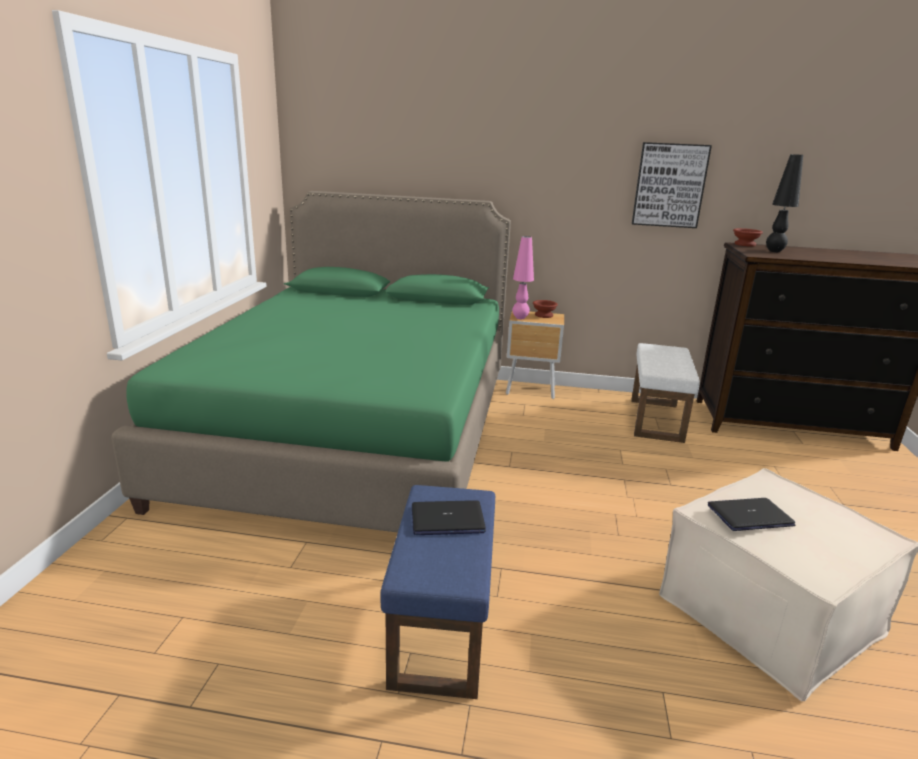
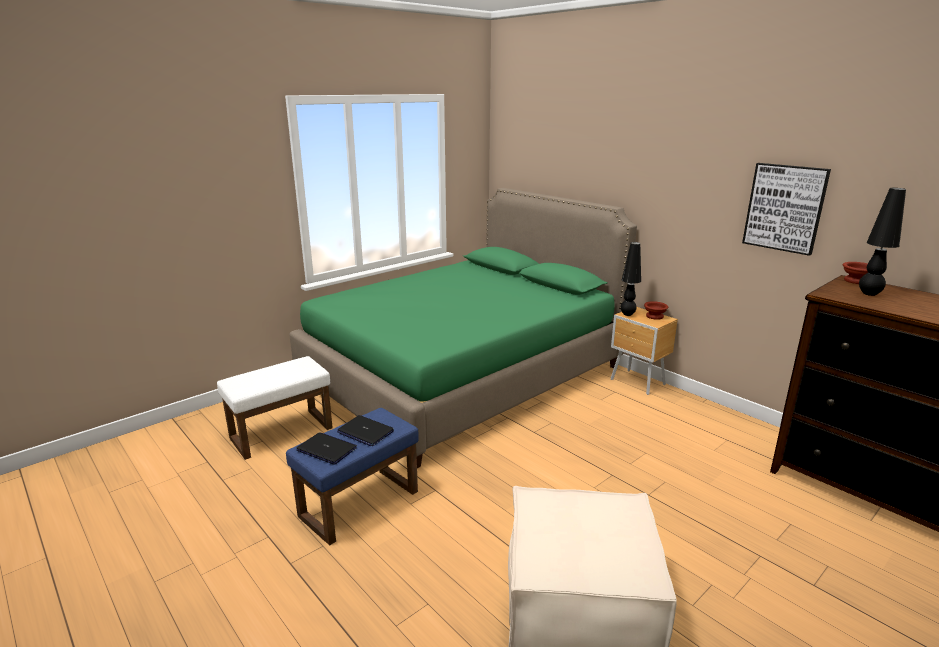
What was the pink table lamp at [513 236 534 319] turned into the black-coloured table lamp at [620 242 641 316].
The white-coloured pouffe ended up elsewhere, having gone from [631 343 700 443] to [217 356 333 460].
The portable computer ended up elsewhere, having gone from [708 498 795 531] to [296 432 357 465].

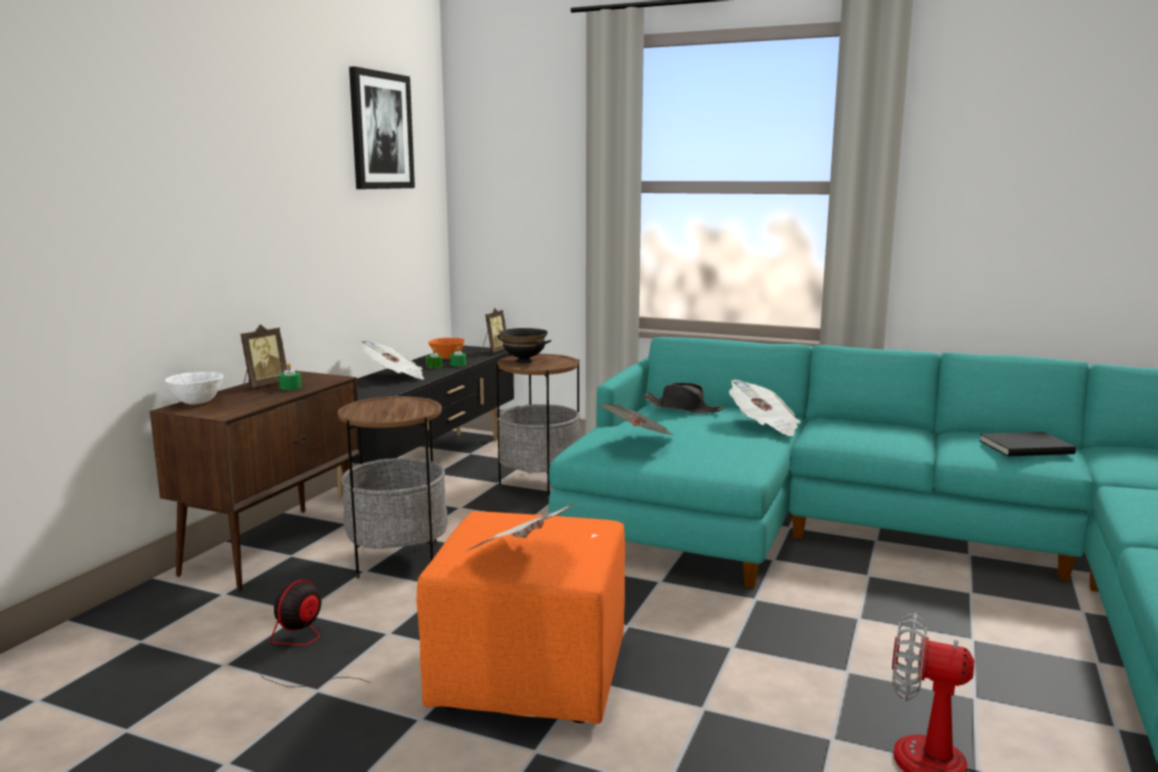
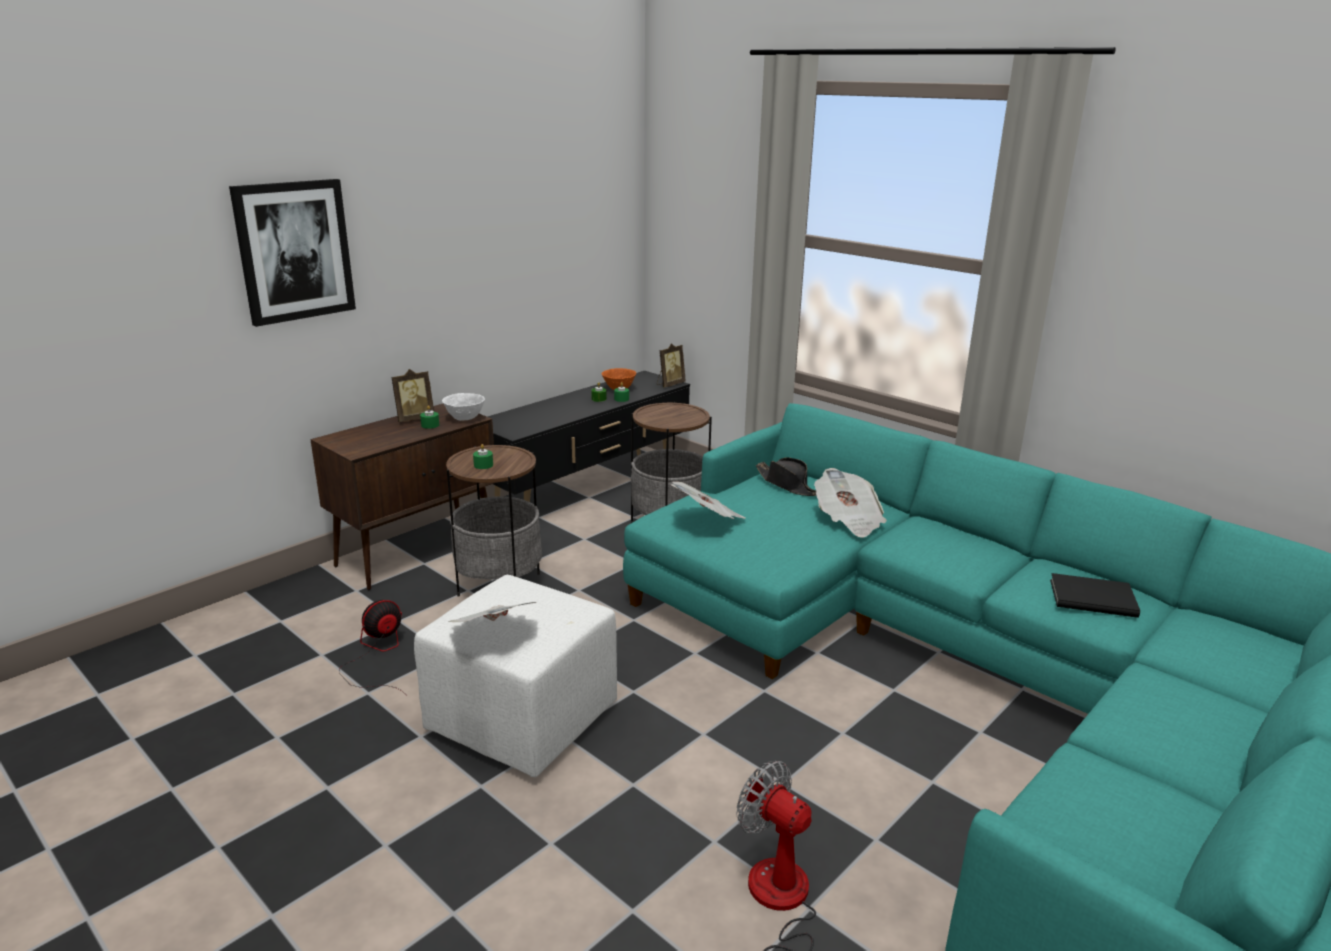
The white-coloured serving bowl ended up elsewhere, having gone from [165 372 224 405] to [442 393 485 421].
The wall picture ended up elsewhere, having gone from [349 66 415 189] to [229 179 356 327].
The second view lost the printed paper at [360 340 424 379].
What was the orange-coloured pouffe at [416 511 625 724] turned into the white-coloured pouffe at [414 575 617 777].
The second view lost the black-coloured serving bowl at [497 328 551 363].
The second view gained the green wax candle at [473 444 493 469].

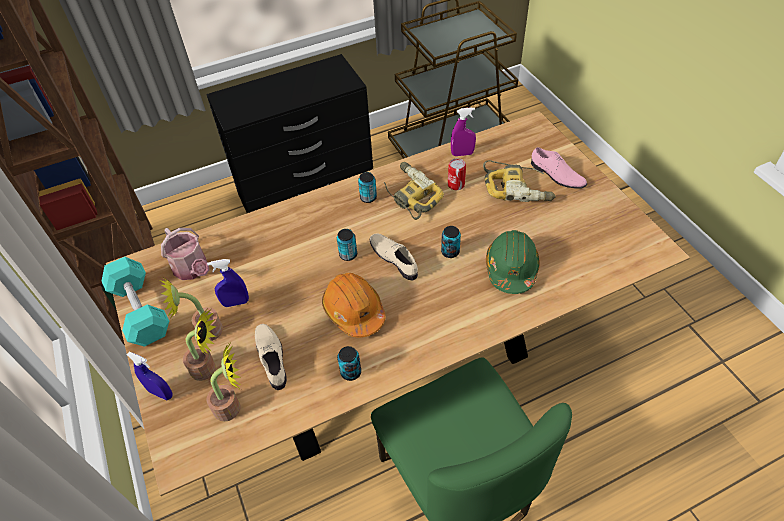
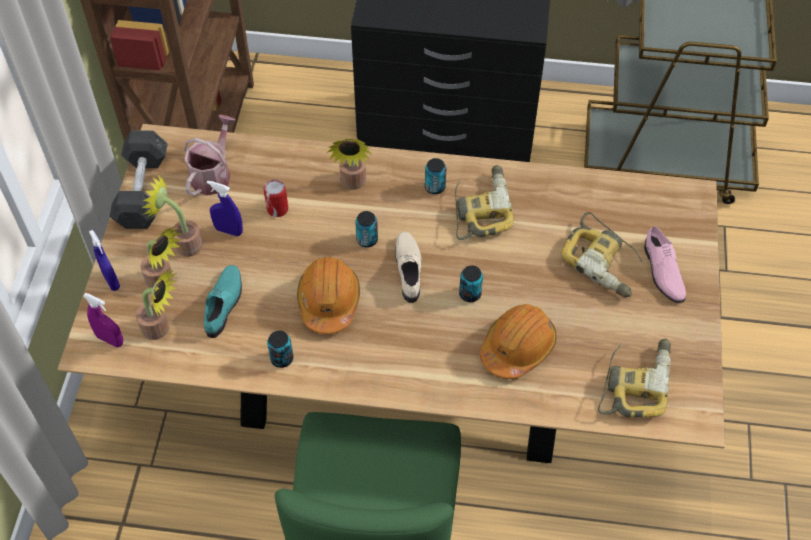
What was the turquoise-coloured dumbbell at [102 257 169 347] turned into the grey dumbbell at [109 130 168 229].
The watering can at [161 228 209 280] ended up facing another way, 150 degrees counterclockwise from before.
What was the beige-coloured low shoe at [255 324 287 390] turned into the turquoise-coloured low shoe at [204 265 242 338].
The sealed can ended up elsewhere, having gone from [448 158 466 190] to [264 179 288 217].
The purplish hand sprayer ended up elsewhere, having gone from [451 107 476 156] to [83 293 123 347].
What was the green safety helmet at [486 230 540 294] turned into the orange-coloured safety helmet at [480 304 557 379].
The second view gained the potted plant at [327 139 371 190].
The second view gained the electric drill at [598 338 671 418].

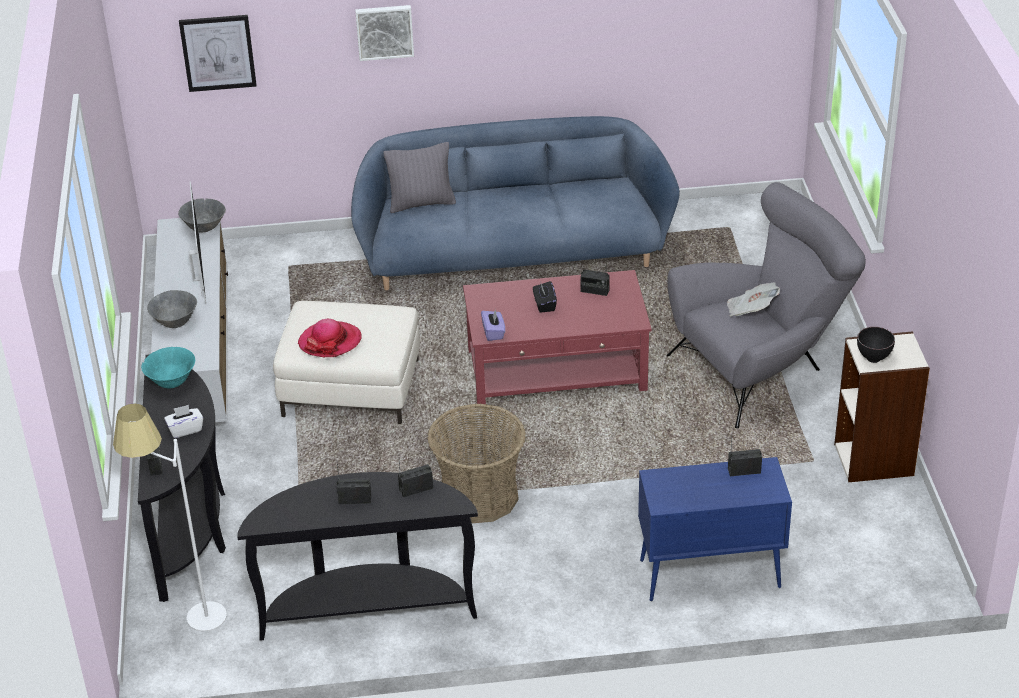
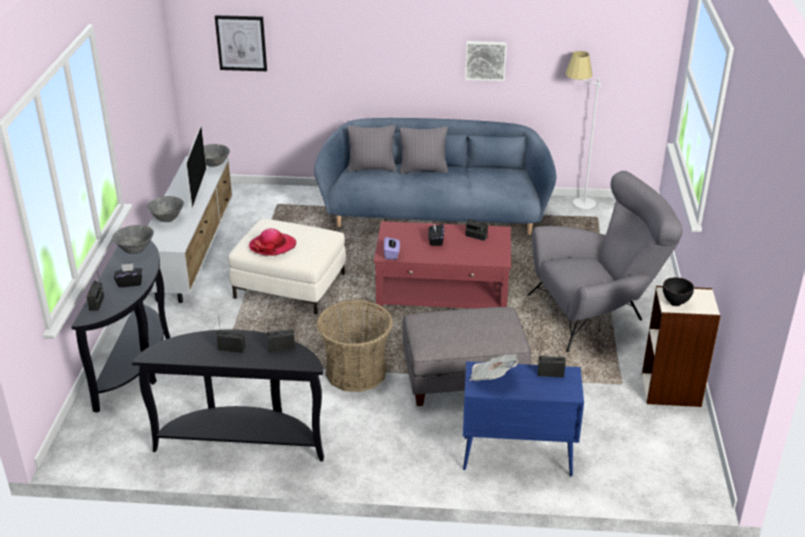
The white-coloured standard lamp ended up elsewhere, having gone from [113 403 227 631] to [565 51 601 209].
What was the turquoise-coloured serving bowl at [141 347 195 389] turned into the grey serving bowl at [112 225 154 254].
What was the white-coloured box of tissues at [164 405 203 438] turned into the black-coloured box of tissues at [114 264 142 288].
The wall picture ended up elsewhere, having gone from [355 5 414 61] to [465 41 506 81].
The printed paper ended up elsewhere, having gone from [727 282 780 317] to [469 354 518 381].
The second view gained the grey throw pillow at [399 126 448 174].
The second view gained the grey pouffe at [402 307 531 406].

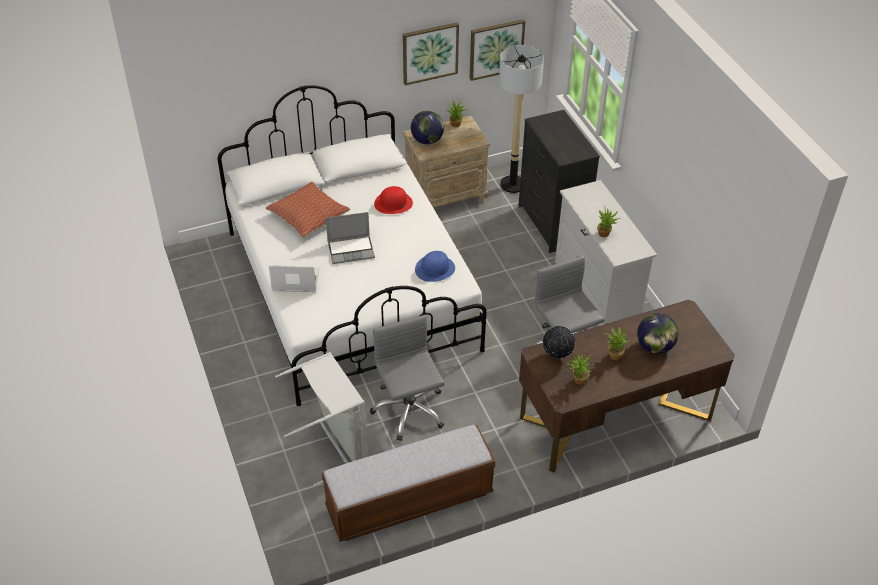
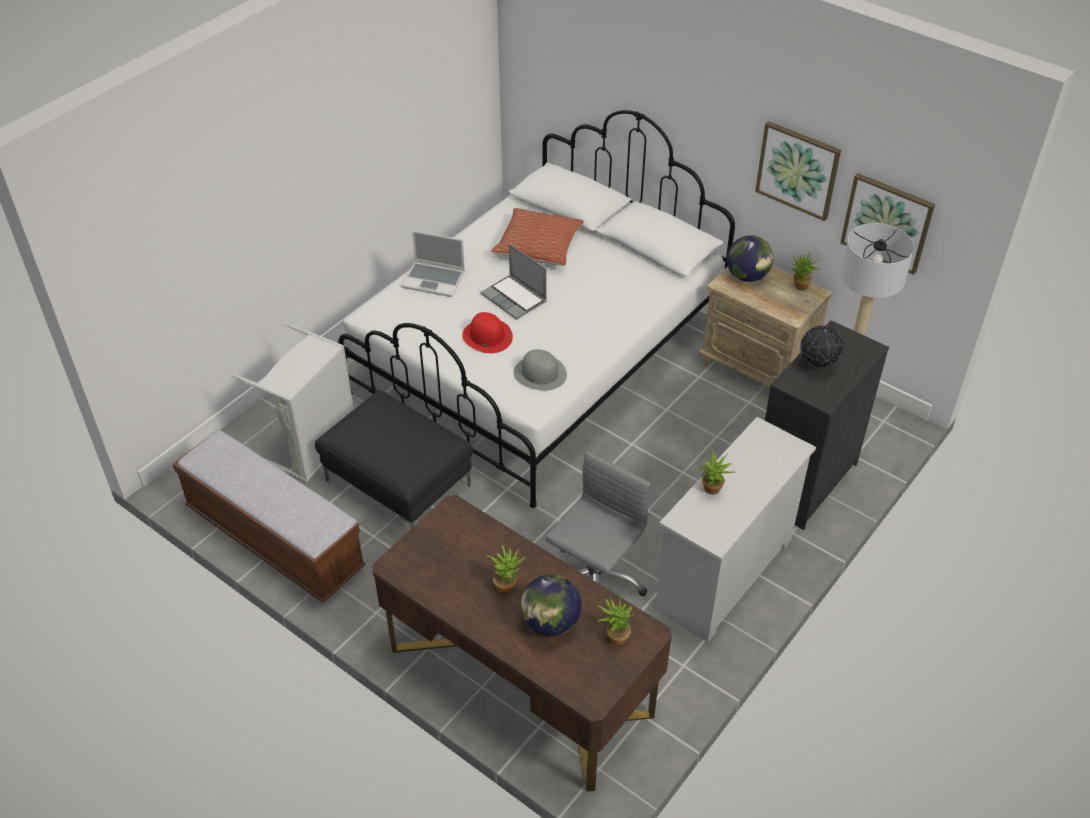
The portable computer at [269 265 319 292] ended up facing another way, 135 degrees clockwise from before.
Where the grey computer chair stood at [370 315 445 441], the black-coloured pouffe came to stand at [315 390 473 528].
The red hat ended up elsewhere, having gone from [374 186 413 214] to [462 312 513 353].
What was the bluish hat at [415 251 455 282] turned into the grey hat at [513 349 567 391].
The globe ended up elsewhere, having gone from [543 326 575 358] to [800 326 843 368].
The potted plant ended up elsewhere, having gone from [567 353 595 385] to [597 595 633 645].

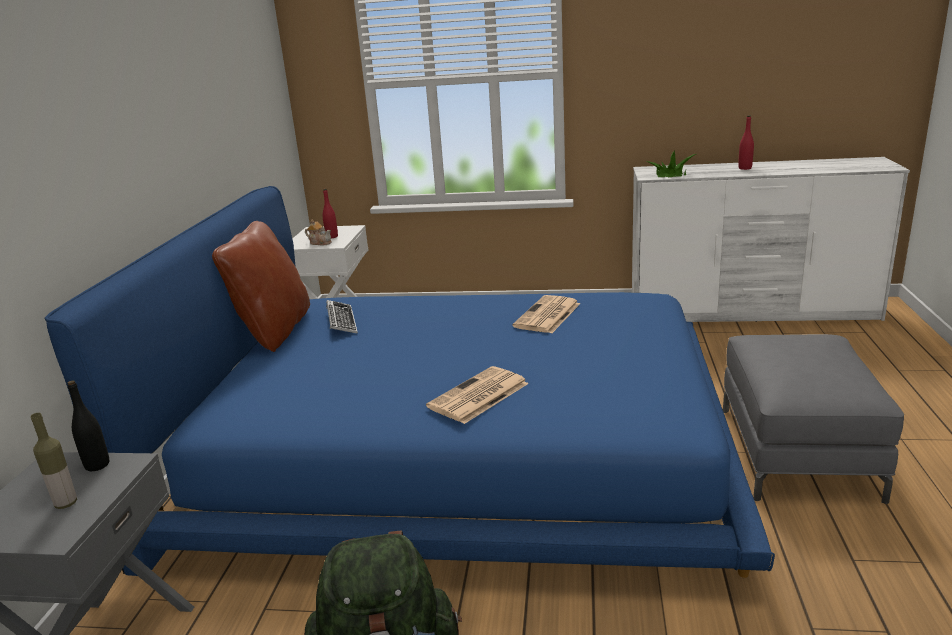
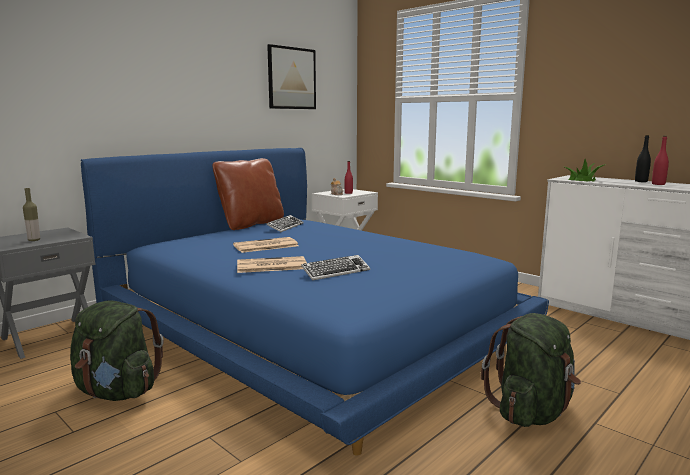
The black-coloured bottle ended up elsewhere, having gone from [68 380 109 471] to [635 135 651 182].
The printed paper ended up elsewhere, having gone from [512 295 580 333] to [233 237 298 253].
Where the grey pouffe stood at [723 334 904 504], the green rucksack came to stand at [481 313 581 427].
The second view gained the wall picture at [267 44 316 109].
The second view gained the keyboard at [301 255 370 281].

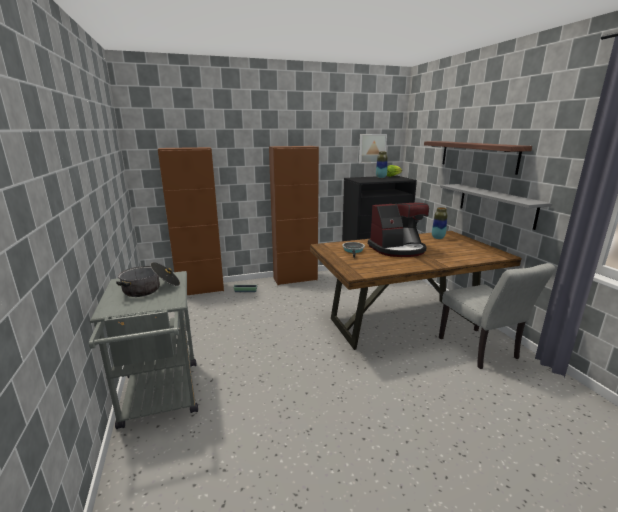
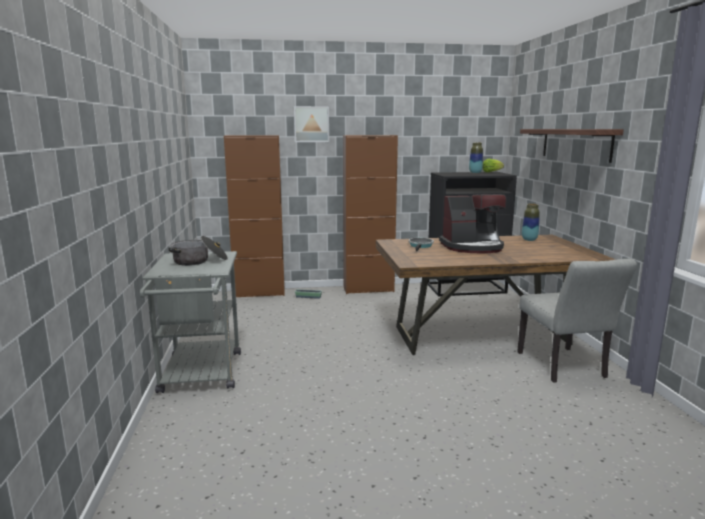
The wall picture ended up elsewhere, having gone from [359 134 387 164] to [294 106 329 142].
The second view lost the grey wall shelf at [440 184 552 230].

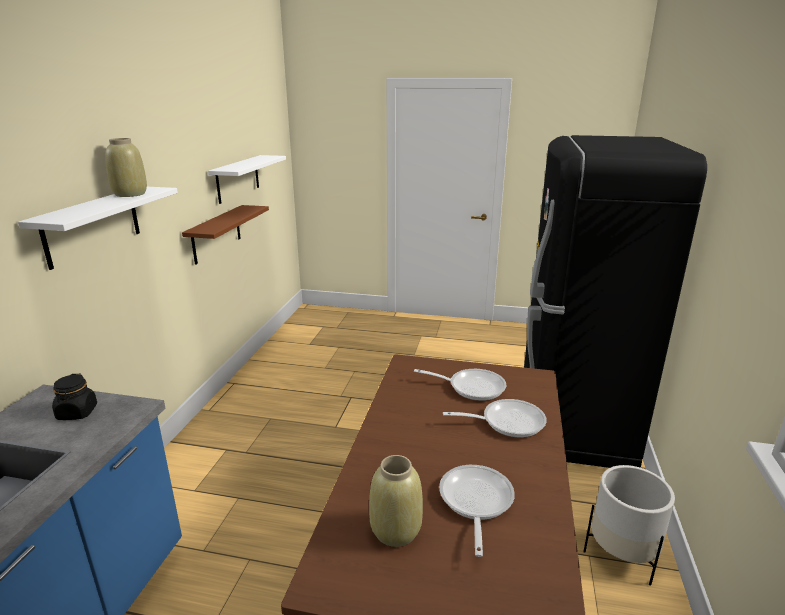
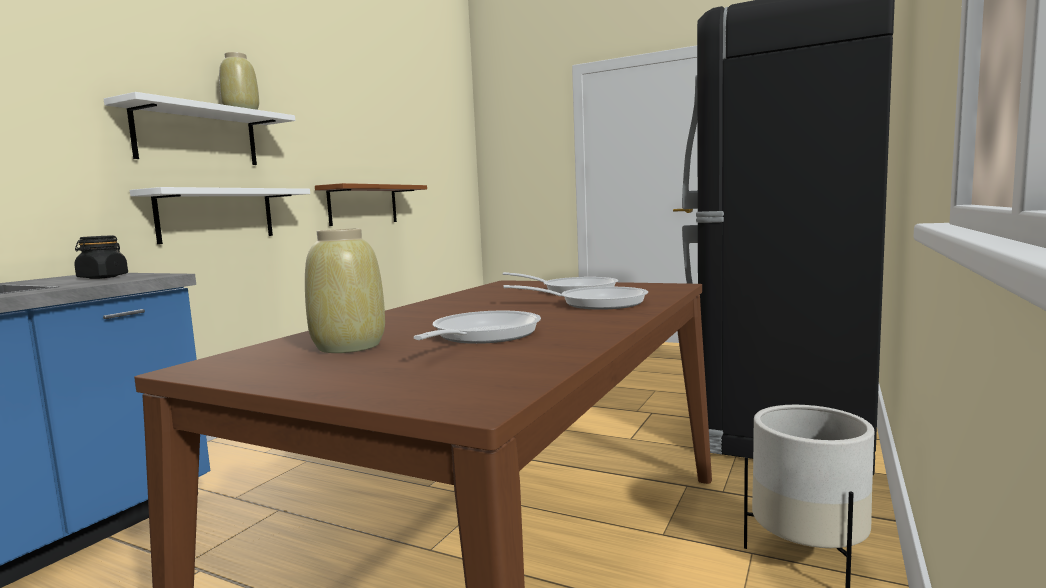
The white-coloured wall shelf ended up elsewhere, having gone from [208 155 286 204] to [130 187 310 244].

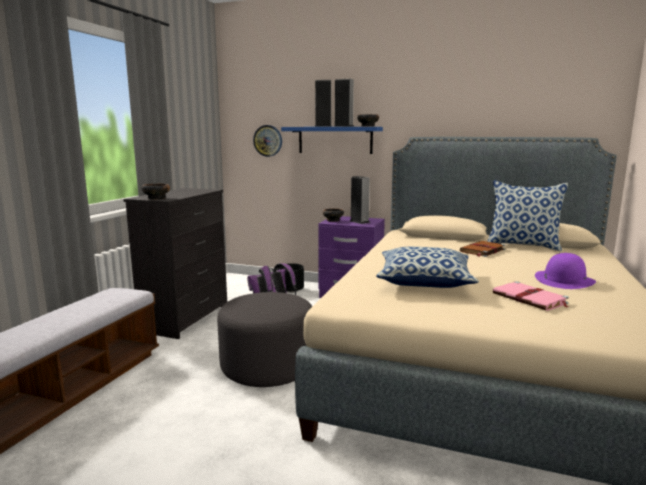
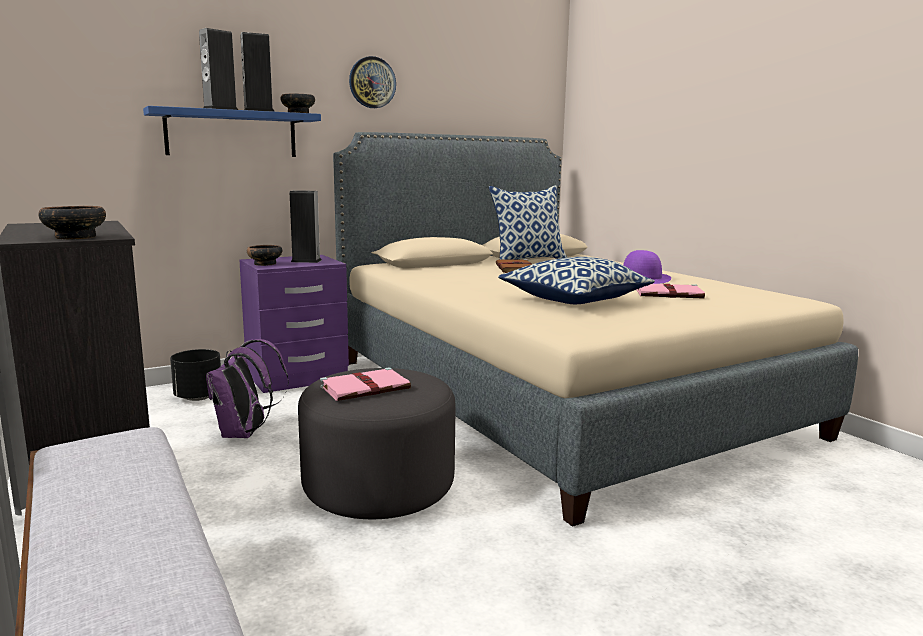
The wall clock ended up elsewhere, having gone from [253 125 282 157] to [349 56 396 108].
The second view gained the pink book at [320 367 411 401].

